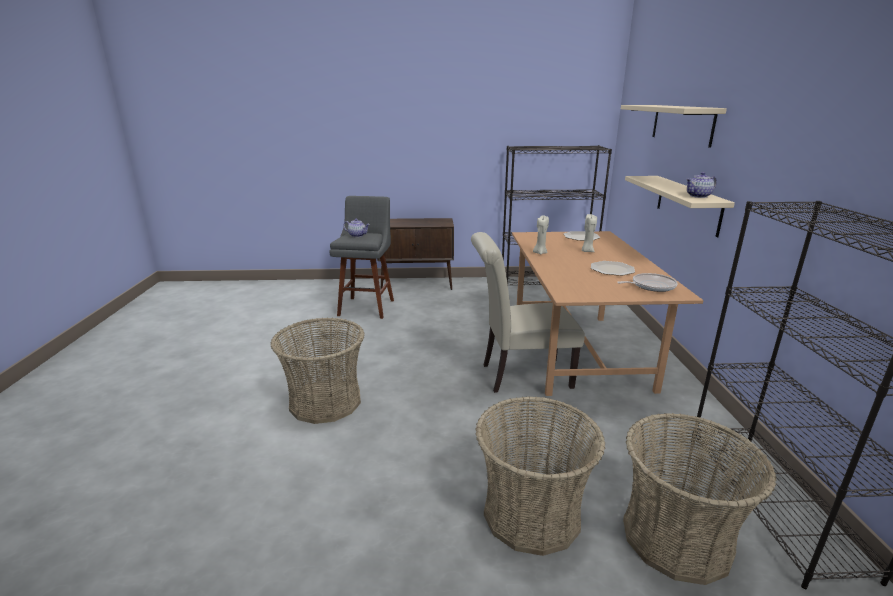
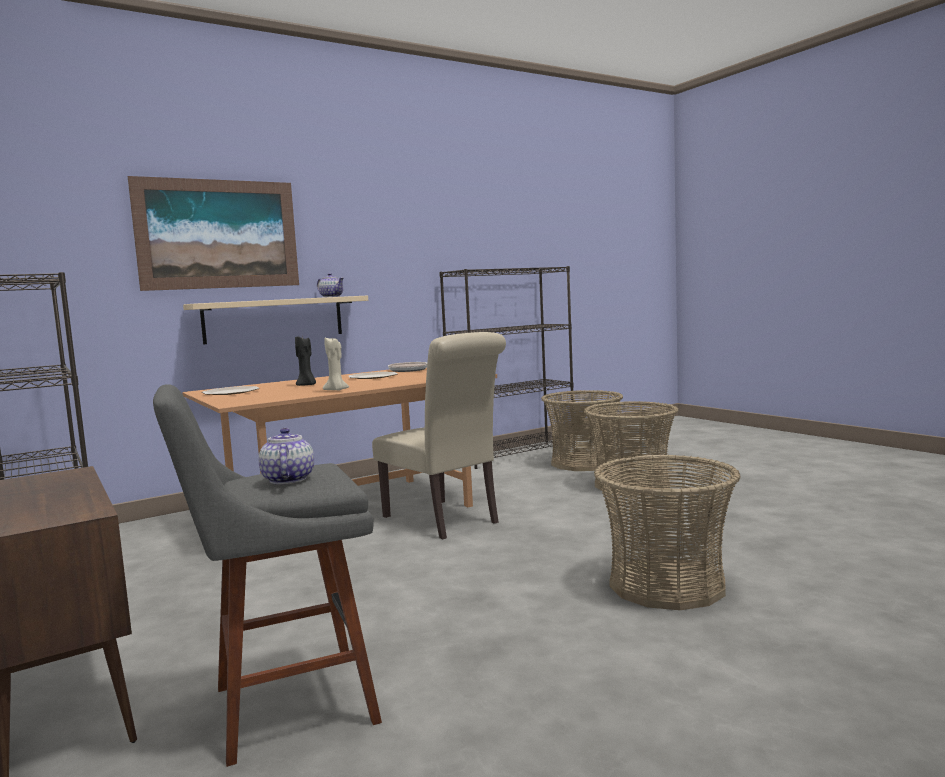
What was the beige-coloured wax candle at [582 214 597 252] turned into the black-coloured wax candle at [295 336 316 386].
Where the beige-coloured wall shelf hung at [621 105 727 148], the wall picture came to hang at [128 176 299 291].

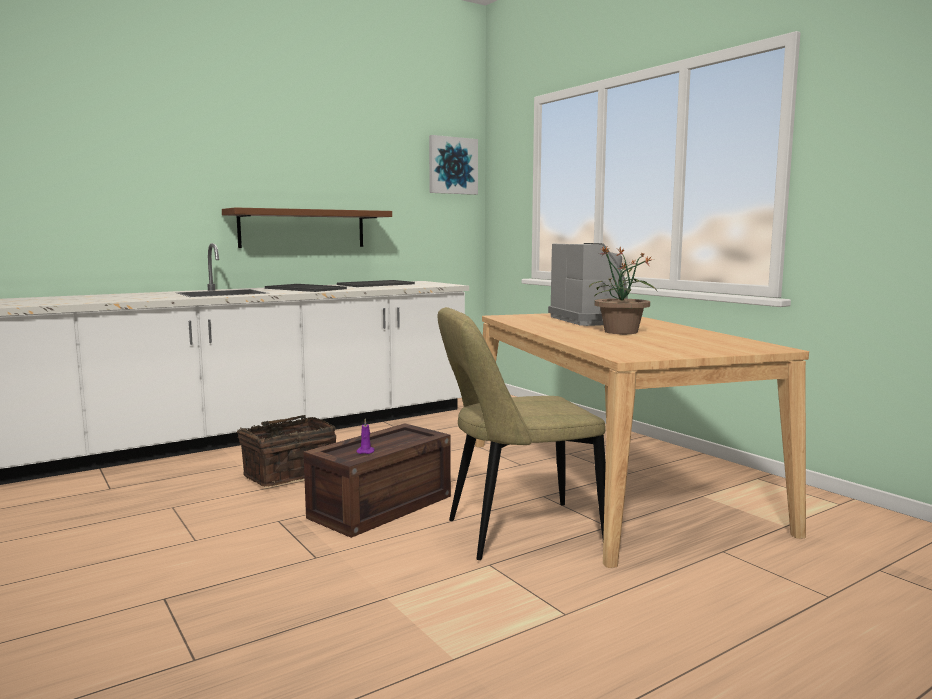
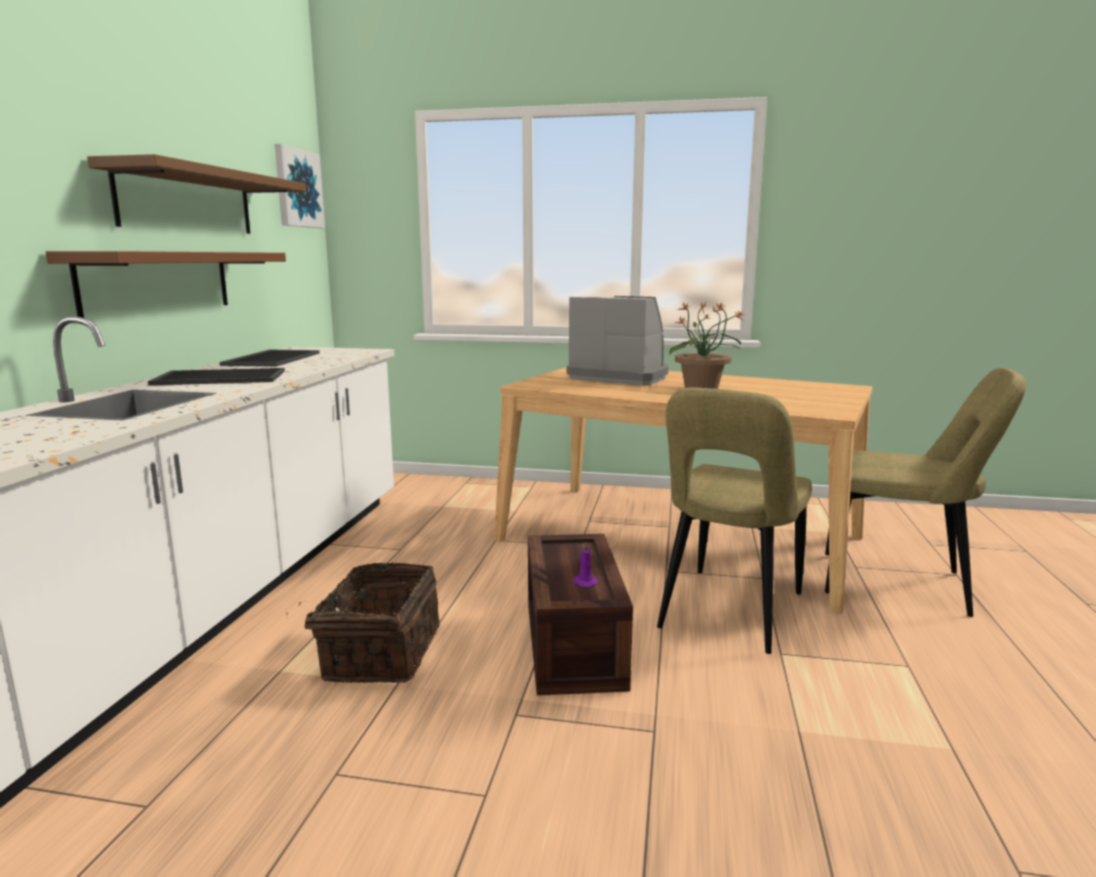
The second view gained the brown-coloured wall shelf at [87 154 306 234].
The second view gained the beige-coloured upright chair at [825 368 1026 617].

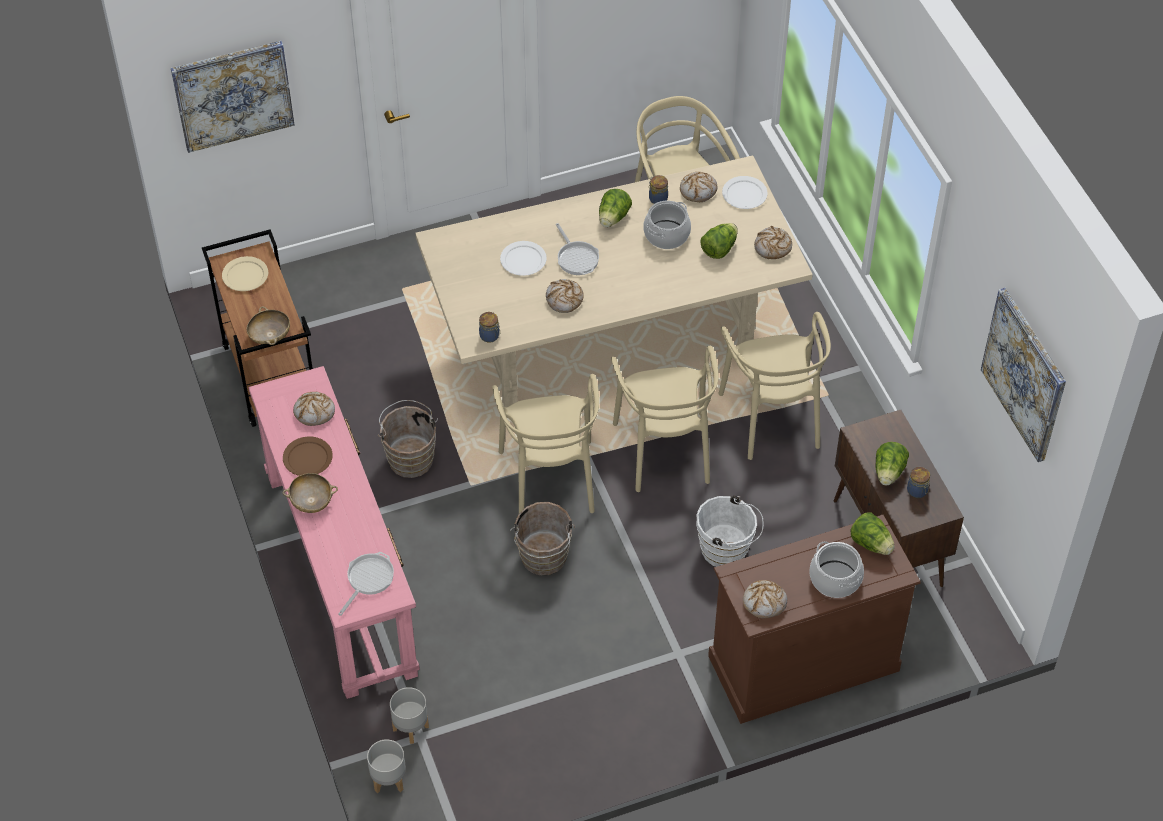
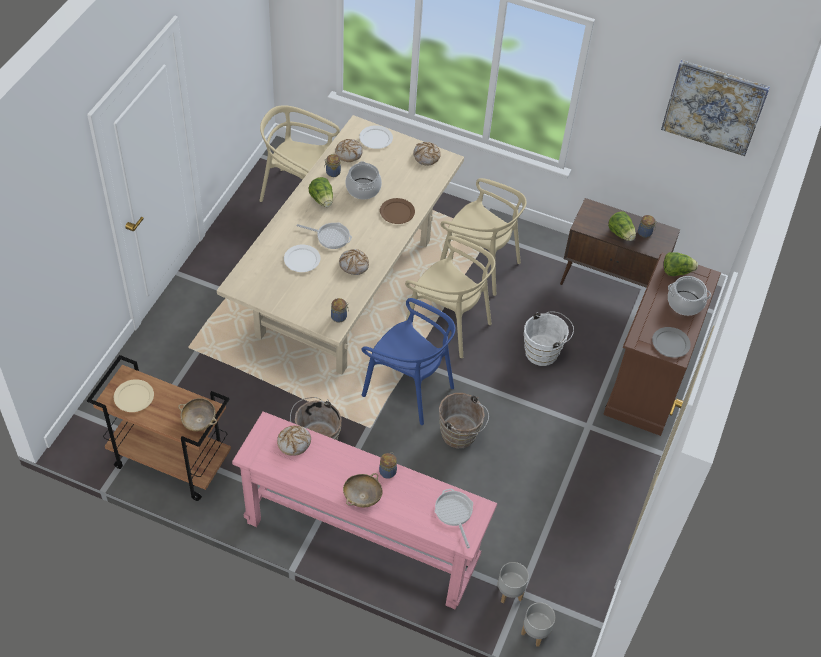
The second view lost the wall picture at [171 41 294 153].
The brown-coloured dinner plate ended up elsewhere, having gone from [283 436 333 476] to [380 198 415 224].
What was the beige-coloured upright chair at [492 374 599 513] turned into the bluish upright chair at [361 298 456 425].
The second view lost the head of lettuce at [700 223 738 259].
Where the baked bread stood at [743 580 787 618], the grey dinner plate came to stand at [652 327 691 358].
The second view gained the jar at [379 452 397 479].

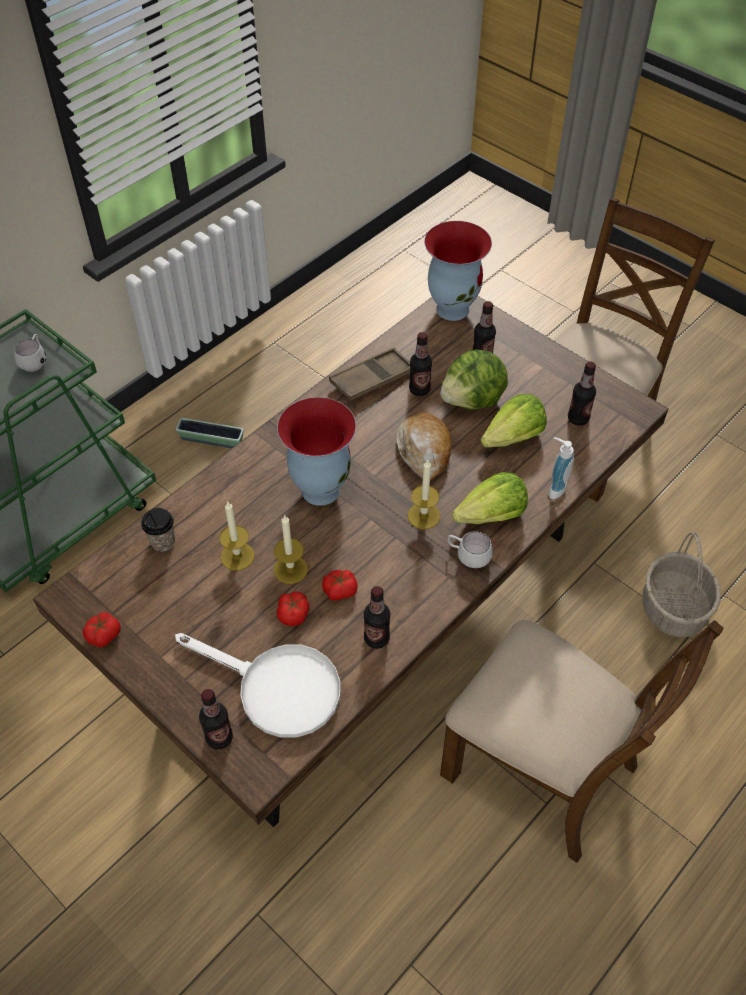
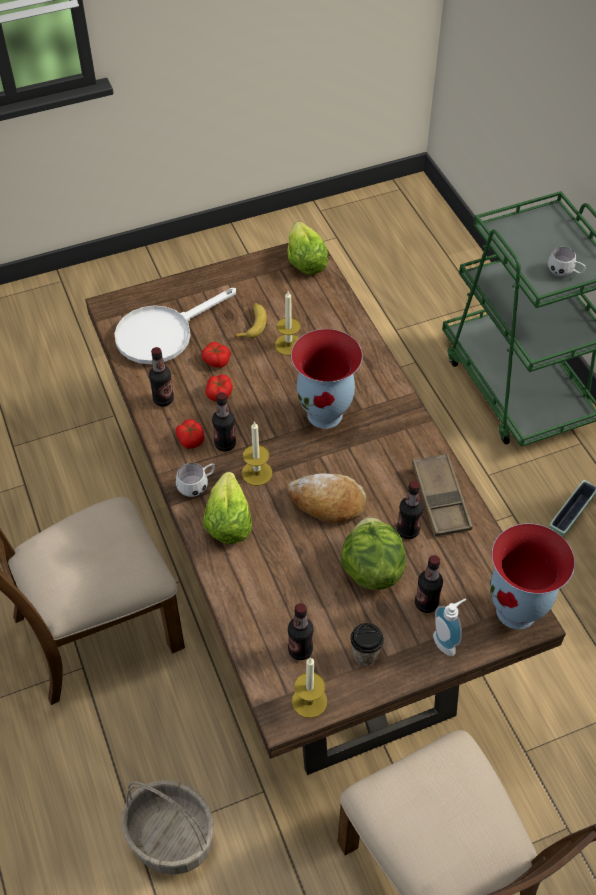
The whole tomato ended up elsewhere, having gone from [82 612 121 648] to [175 419 204 449].
The small cup ended up elsewhere, having gone from [141 508 175 552] to [350 623 384 666].
The bottle ended up elsewhere, having gone from [199 689 233 749] to [212 392 236 452].
The wax candle ended up elsewhere, having gone from [274 515 308 584] to [292 657 327 718].
The head of lettuce ended up elsewhere, having gone from [481 394 547 448] to [288 222 328 275].
The soap bottle ended up elsewhere, having gone from [548 437 574 499] to [433 599 466 656].
The second view gained the whole banana at [235 303 267 338].

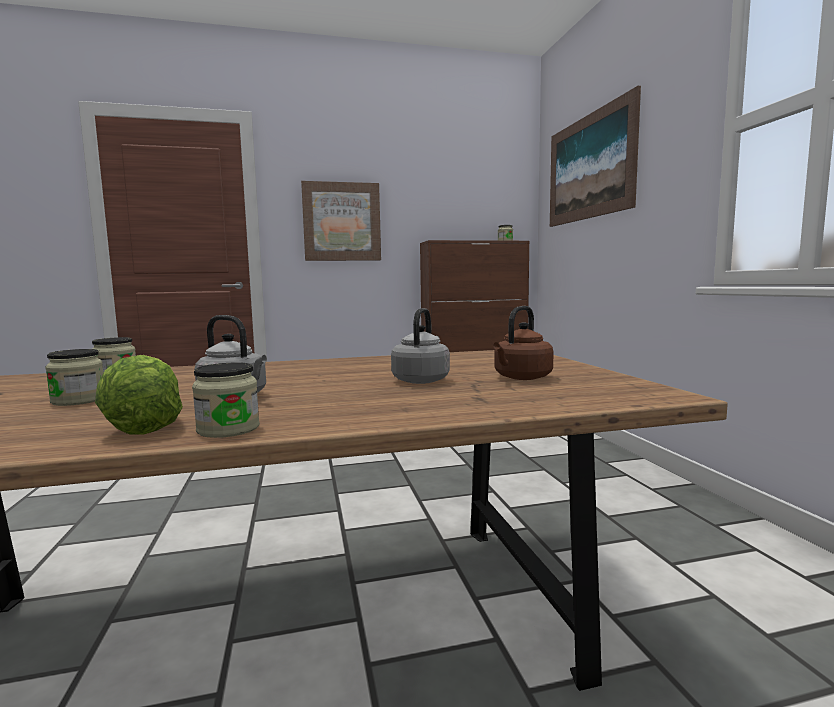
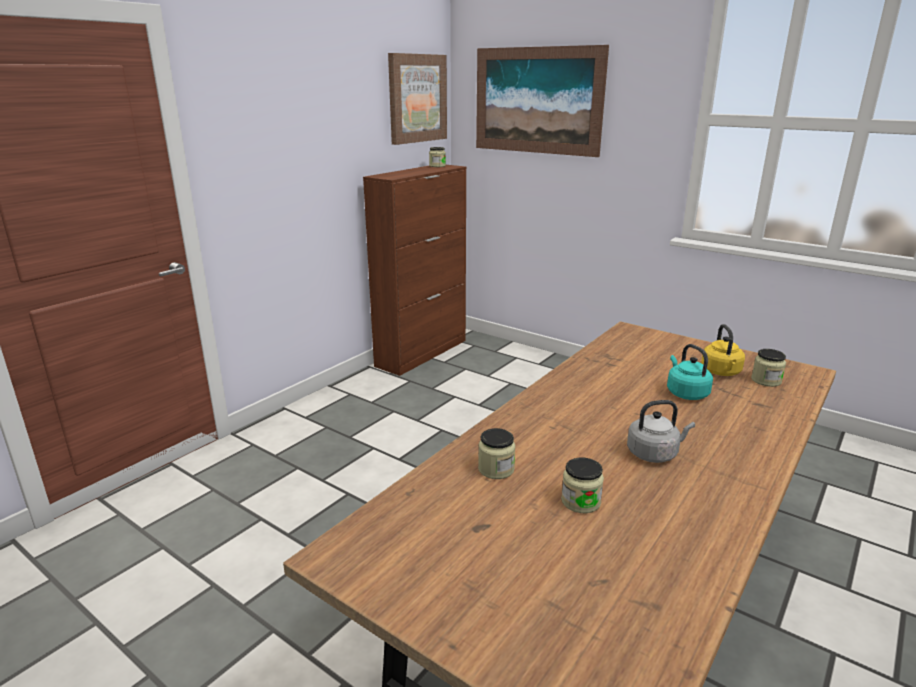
The second view lost the head of lettuce at [95 355 183 435].
The jar ended up elsewhere, having gone from [192 362 260 438] to [751 349 786 387].
The wall picture ended up elsewhere, having gone from [301 181 381 261] to [388 53 447 145].
What was the grey tea kettle at [391 308 450 384] turned into the turquoise-coloured tea kettle at [667 344 713 400].
What was the brown-coloured tea kettle at [493 306 554 380] turned into the yellowish tea kettle at [701 324 745 376].

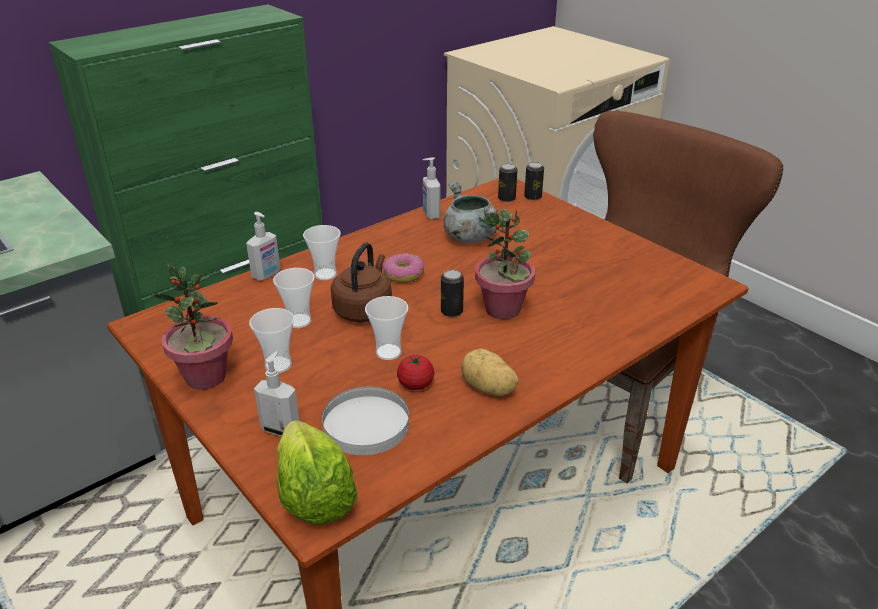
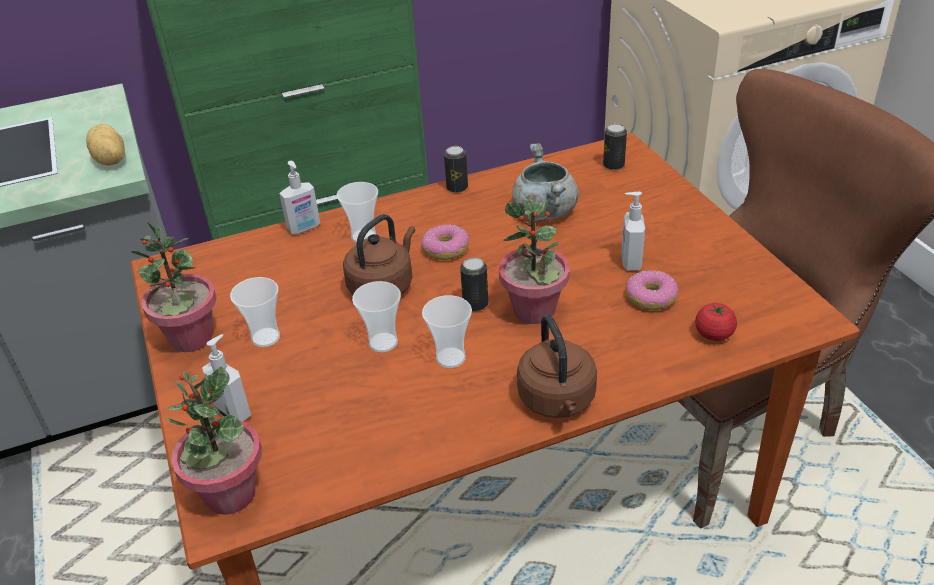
The small cup ended up elsewhere, having gone from [273 268 315 328] to [422 295 472 368].
Where the head of lettuce stood at [277 420 358 525], the potted plant came to stand at [165 366 262 515].
The second view lost the white-coloured dinner plate at [322 387 409 455].
The whole tomato ended up elsewhere, having gone from [397 355 434 390] to [695 303 737 341].
The soap bottle ended up elsewhere, having gone from [423 157 440 219] to [621 192 645 271].
The whole potato ended up elsewhere, having gone from [461 348 519 396] to [86 124 125 166].
The sealed can ended up elsewhere, having gone from [524 162 544 200] to [444 146 468 193].
The second view gained the brown-coloured tea kettle at [517 314 597 418].
The second view gained the ring doughnut at [626 270 678 310].

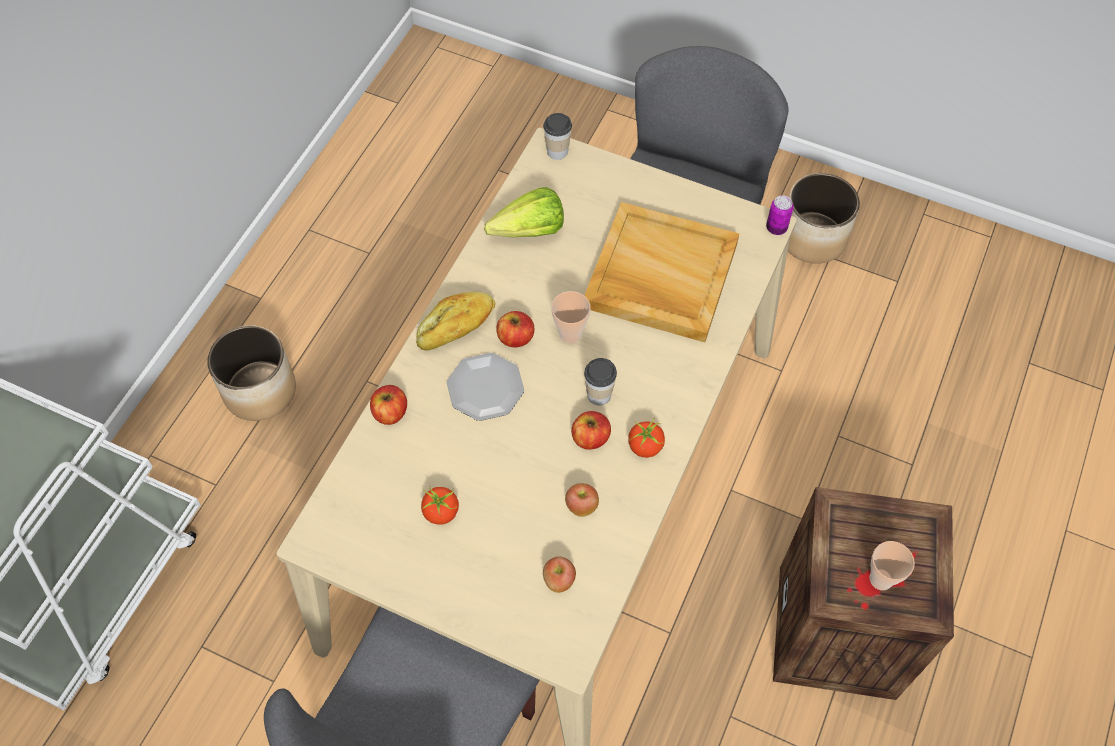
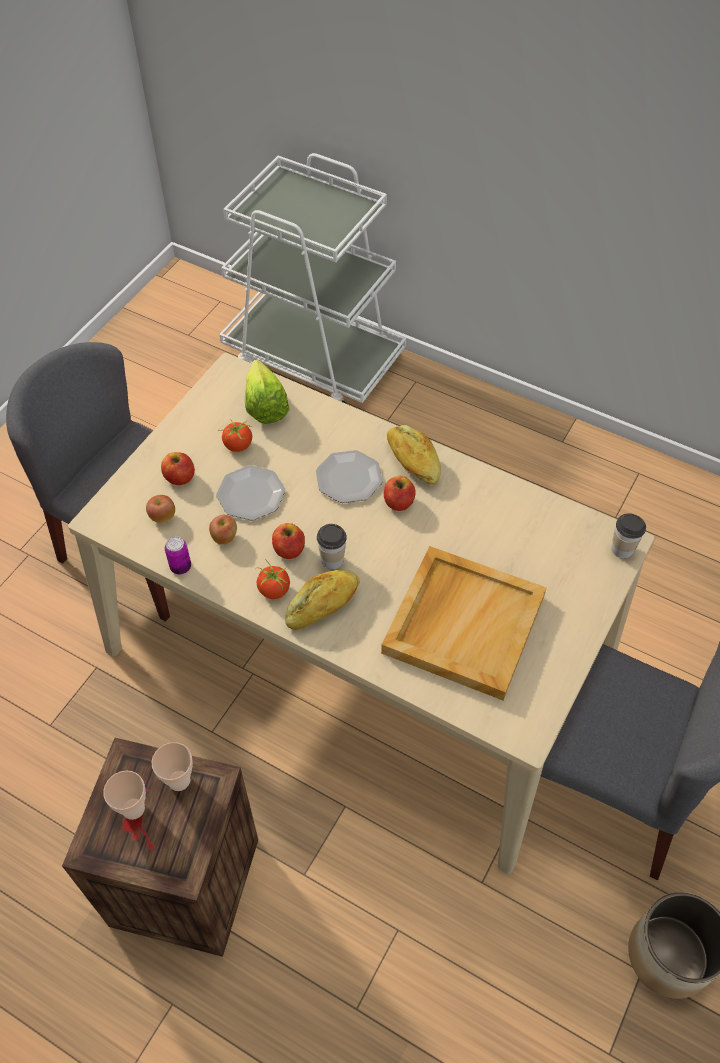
The second view lost the plant pot at [207 325 296 421].
The apple fruit ended up elsewhere, having gone from [370 385 407 425] to [161 452 195 485].
The head of lettuce ended up elsewhere, having gone from [484 187 564 238] to [245 359 289 424].
The small cup ended up elsewhere, having gone from [551 291 591 343] to [152 742 193 791].
The sealed can ended up elsewhere, having gone from [766 195 793 235] to [165 536 191 574].
The second view gained the dinner plate at [216 465 285 520].
The second view gained the baked bread at [285 570 360 630].

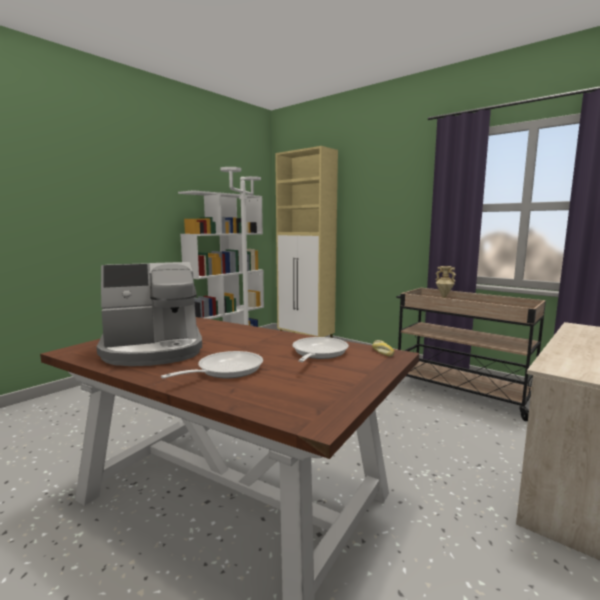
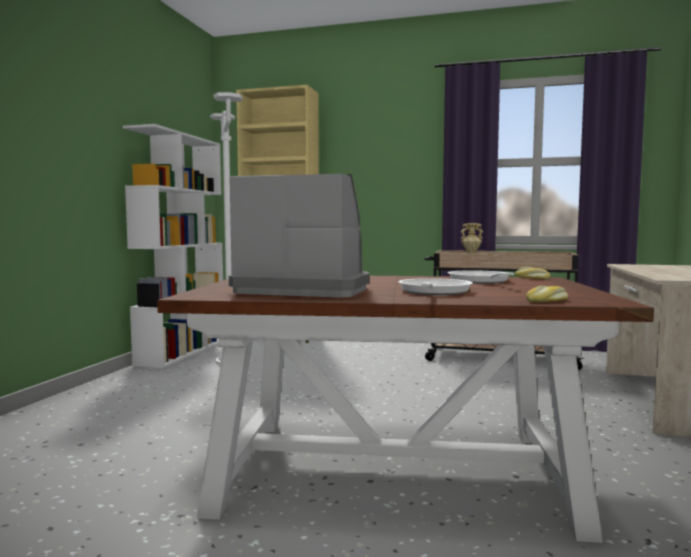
The coffee machine at [96 262 202 366] ended up facing another way, 120 degrees counterclockwise from before.
The second view gained the baked bread at [526 286 568 302].

